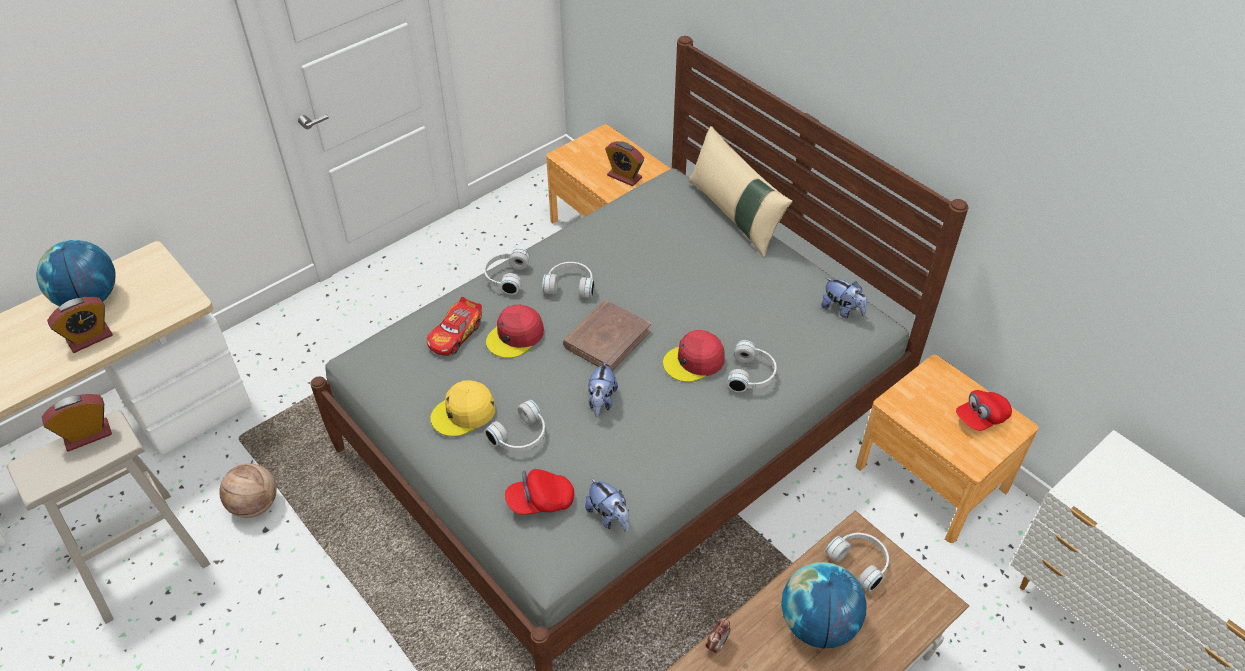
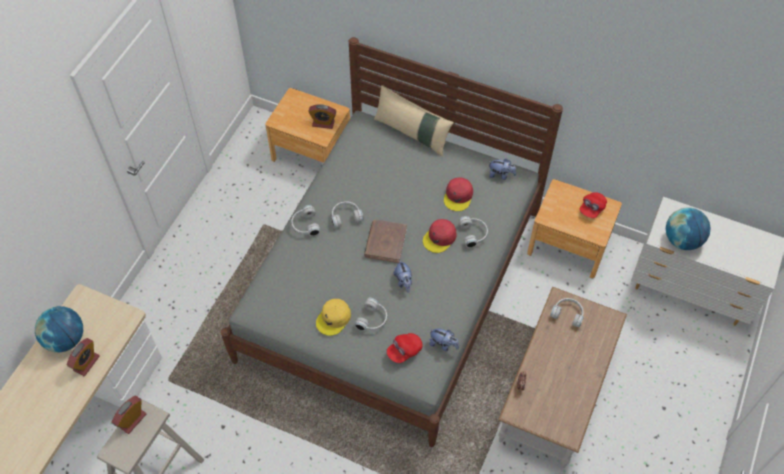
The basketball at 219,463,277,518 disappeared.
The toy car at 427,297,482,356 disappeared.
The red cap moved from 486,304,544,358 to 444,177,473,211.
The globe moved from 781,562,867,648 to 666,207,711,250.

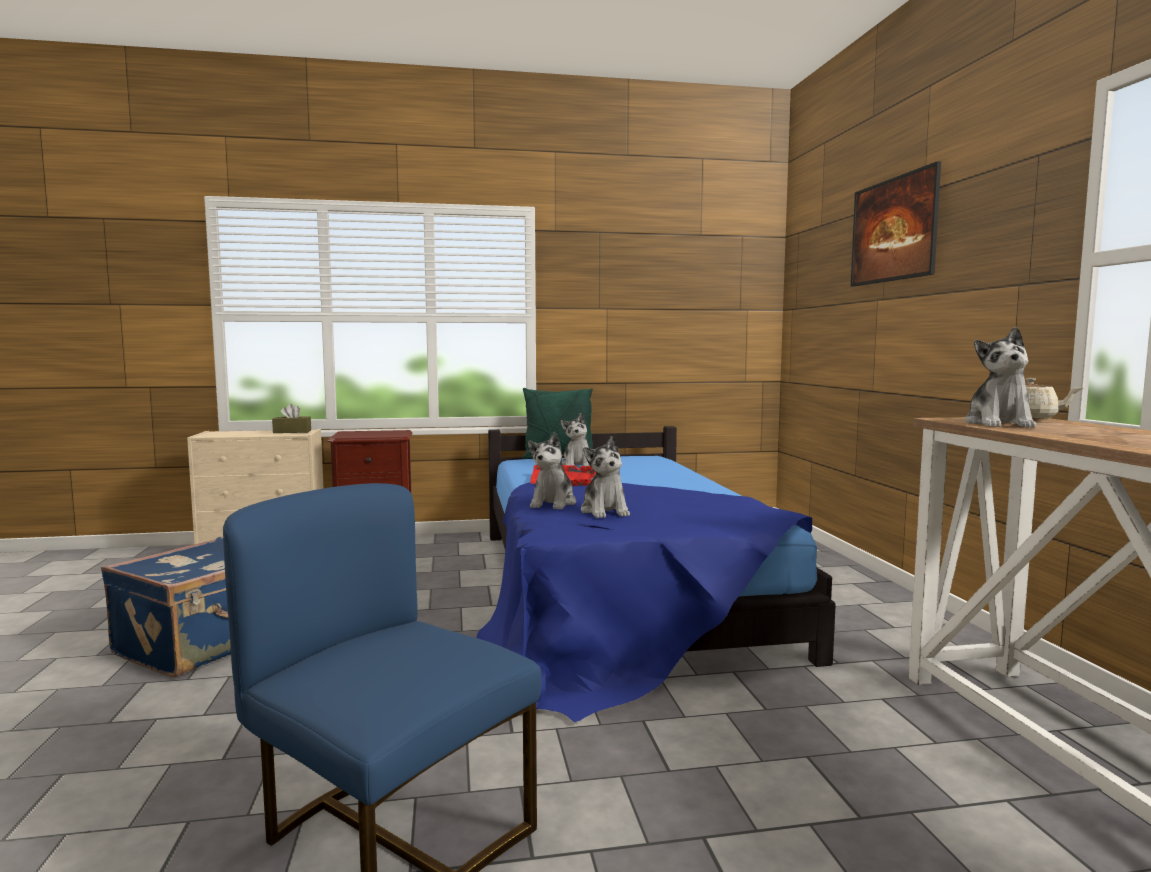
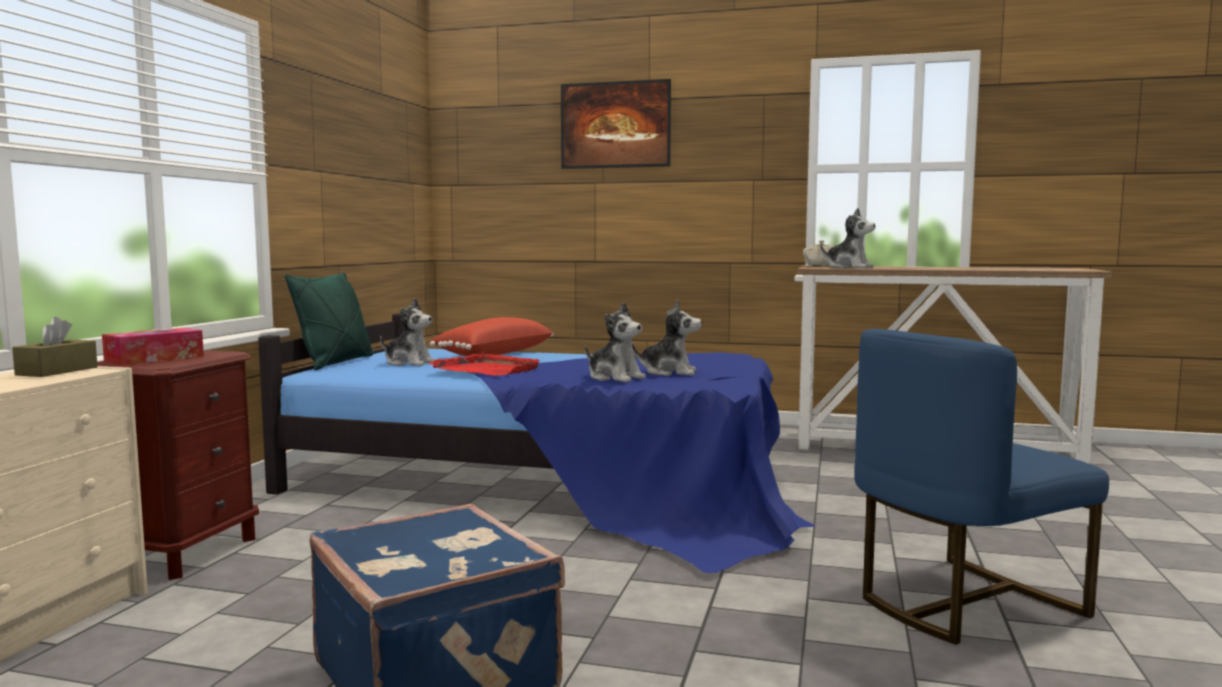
The tissue box at 102,328,204,365 appeared.
The red pillow at 430,317,553,356 appeared.

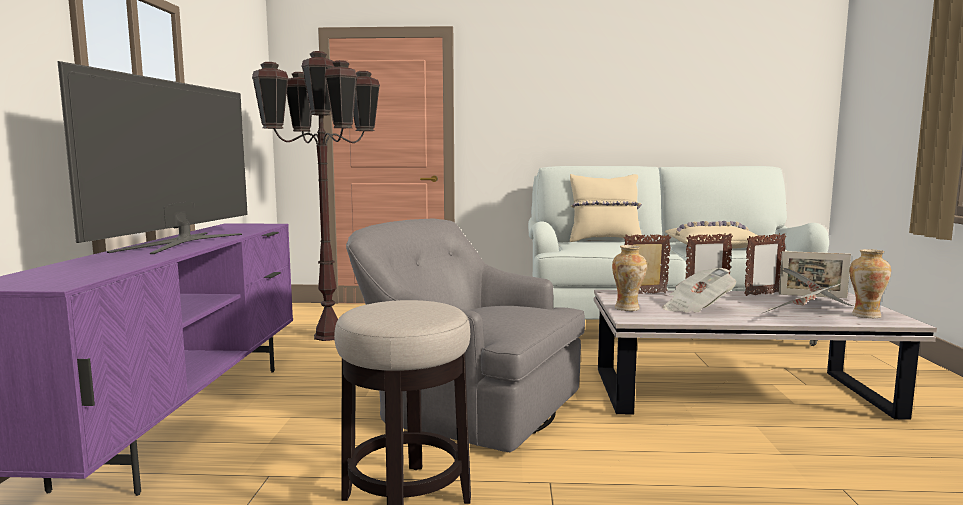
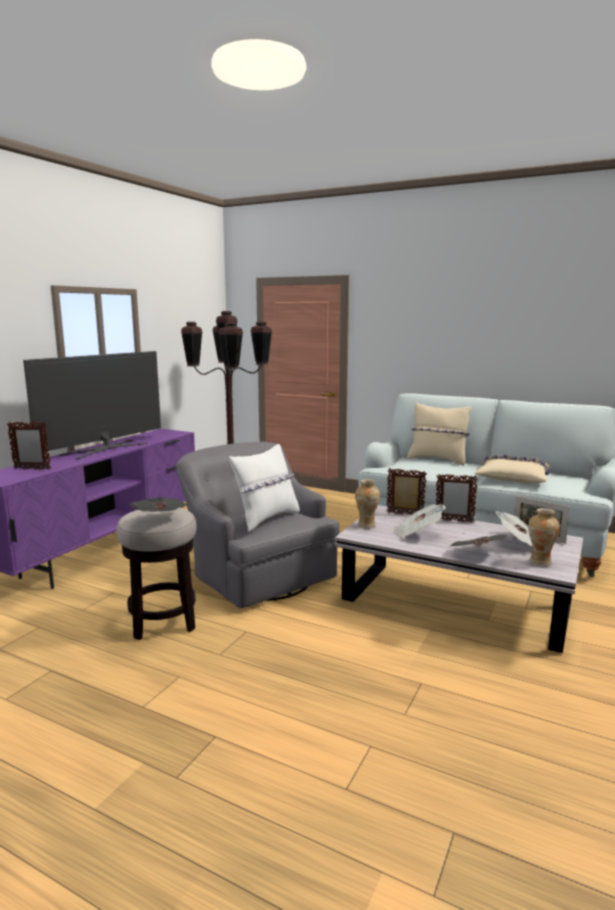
The newspaper at 129,497,187,512 appeared.
The white pillow at 229,444,300,532 appeared.
The picture frame moved from 744,233,786,296 to 7,421,51,470.

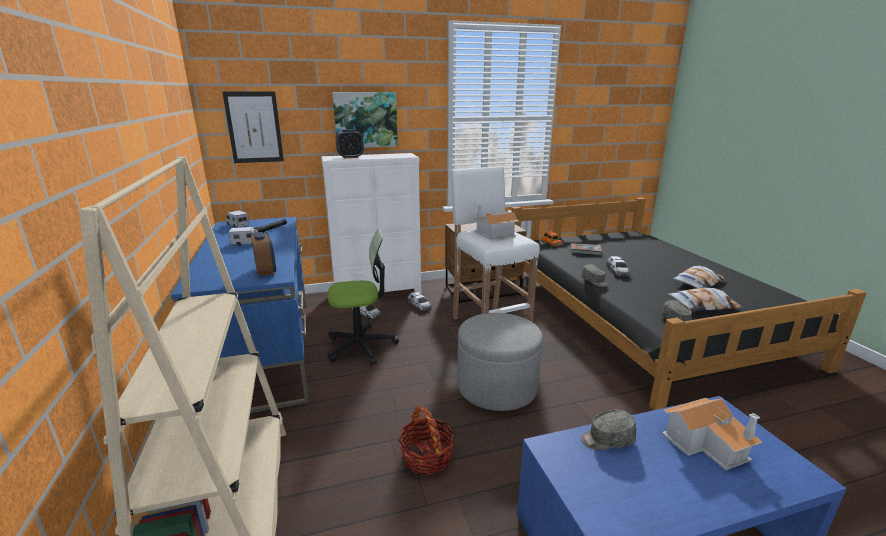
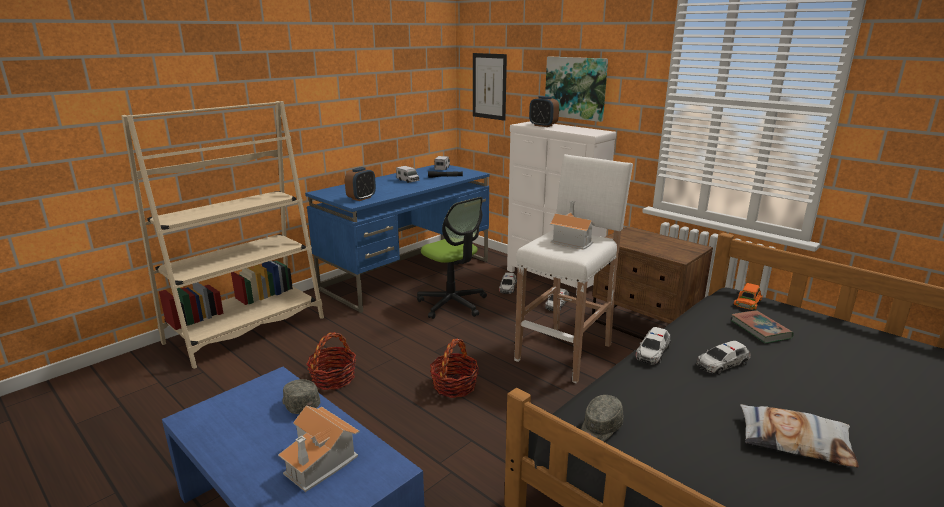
The pillow at 669,288,742,311 disappeared.
The grey ottoman at 457,313,543,411 was replaced by the basket at 430,339,479,398.
The grey cap at 581,264,608,287 was replaced by the toy car at 636,327,671,365.

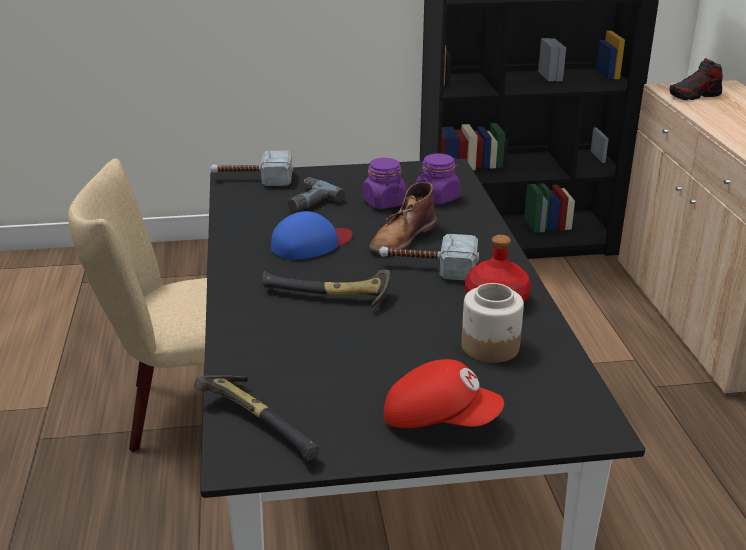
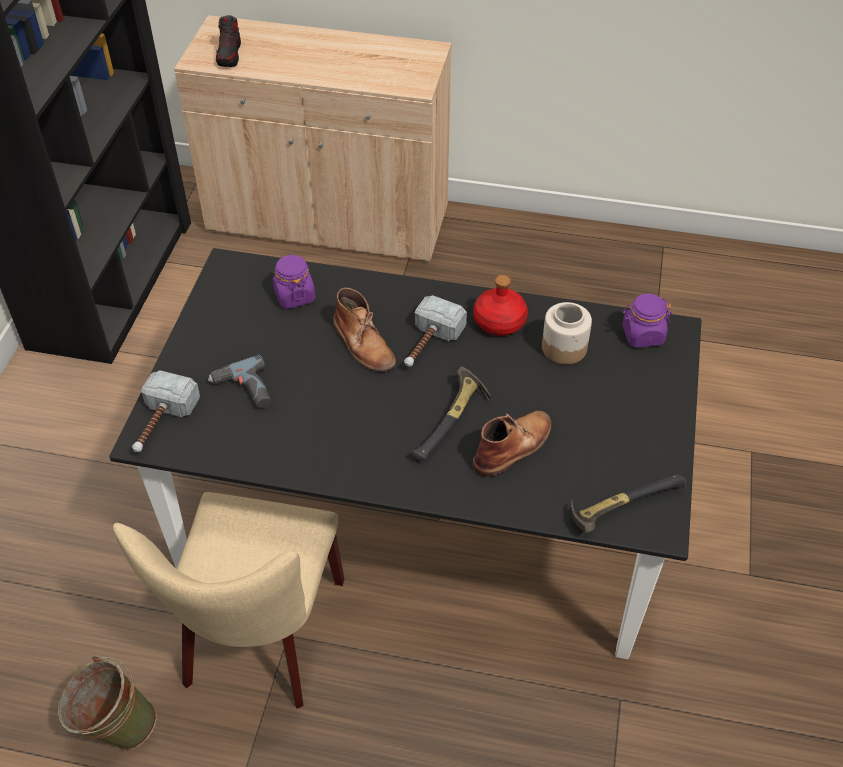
The blue cap at 271,211,353,260 disappeared.
The red cap at 384,359,504,428 disappeared.
The green bucket at 58,656,157,750 appeared.
The brown boot at 472,411,551,477 appeared.
The purple jar moved from 362,158,407,209 to 622,293,672,347.

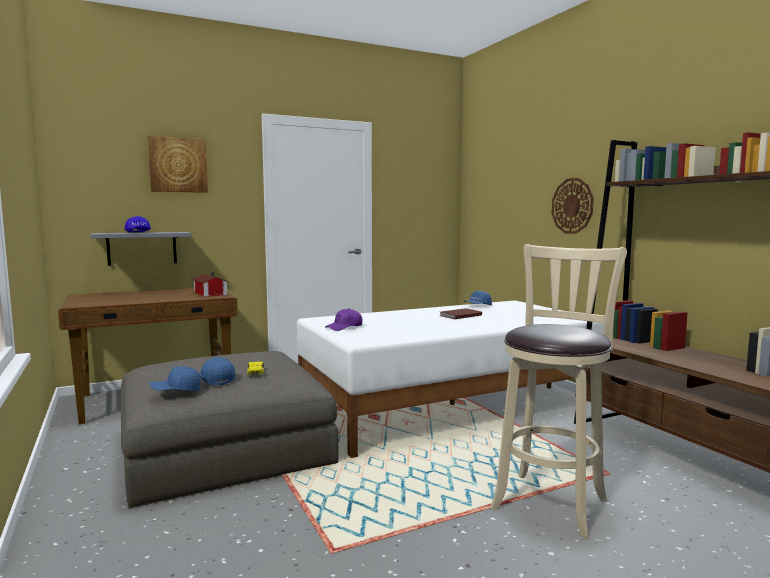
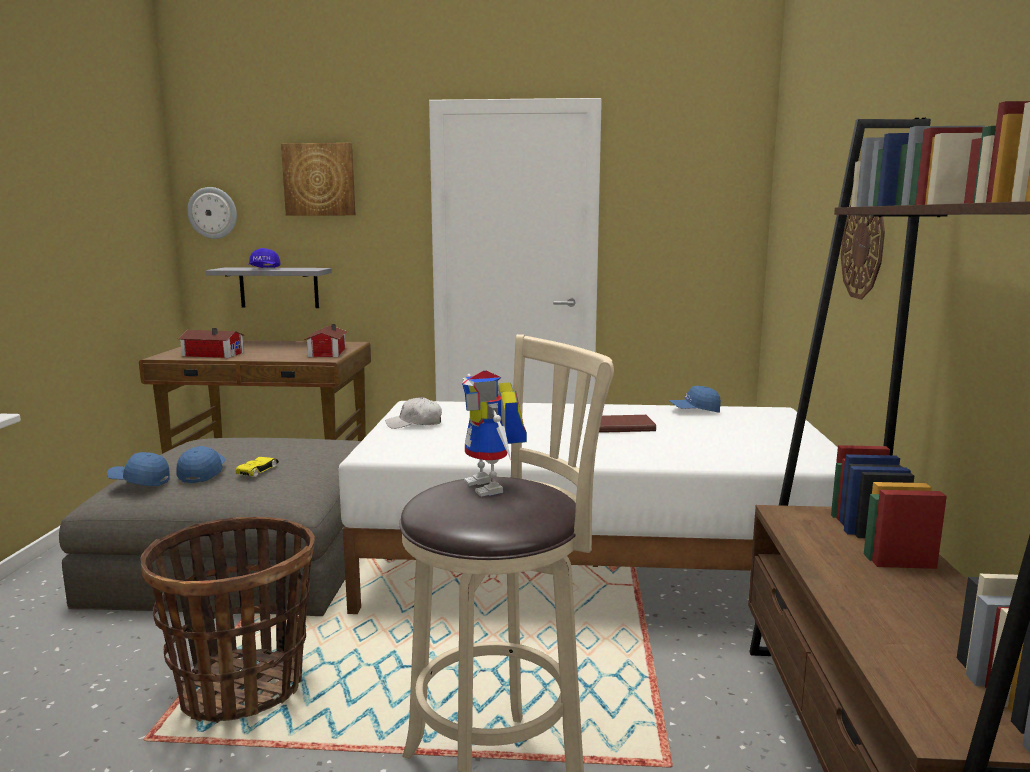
The basket at 140,517,315,723 appeared.
The toy house at 178,328,245,358 appeared.
The wall clock at 187,187,237,239 appeared.
The toy robot at 462,371,527,497 appeared.
The purple cap at 325,308,362,331 became the white cap at 385,397,442,429.

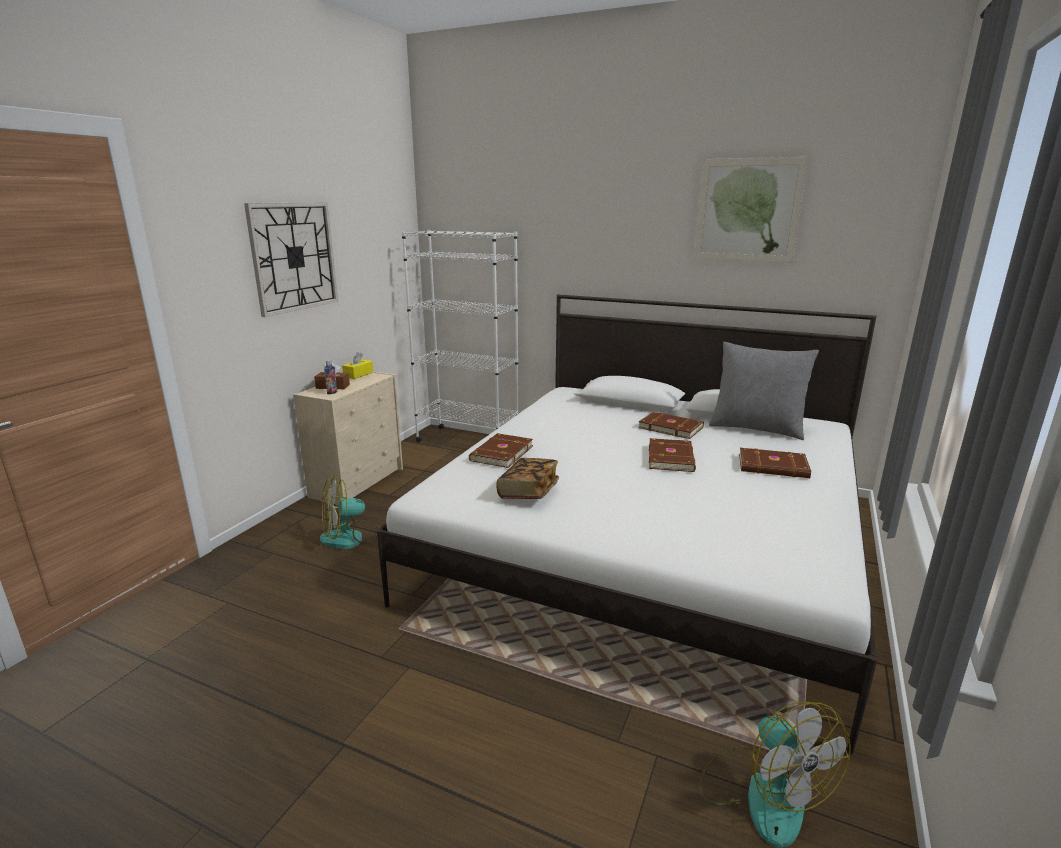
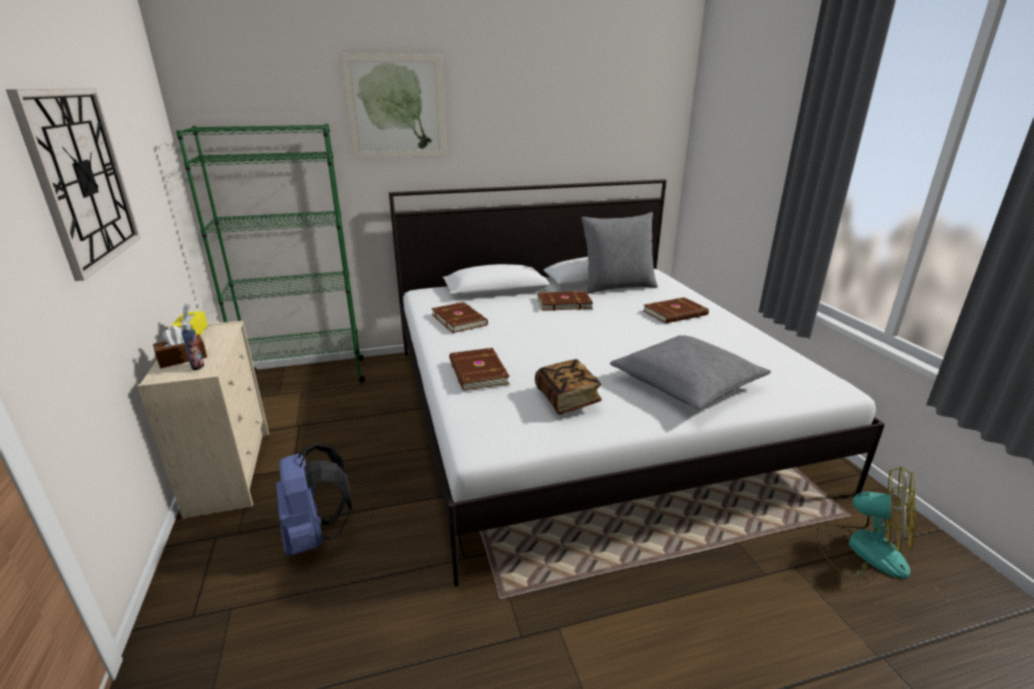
The grey pillow at 610,335,771,409 appeared.
The brown book moved from 649,438,696,472 to 431,302,488,333.
The picture moved from 694,157,808,263 to 341,53,447,159.
The fan at 320,476,380,549 was replaced by the blue backpack at 276,443,352,555.
The white bookcase at 402,230,519,442 became the green bookcase at 176,124,365,383.

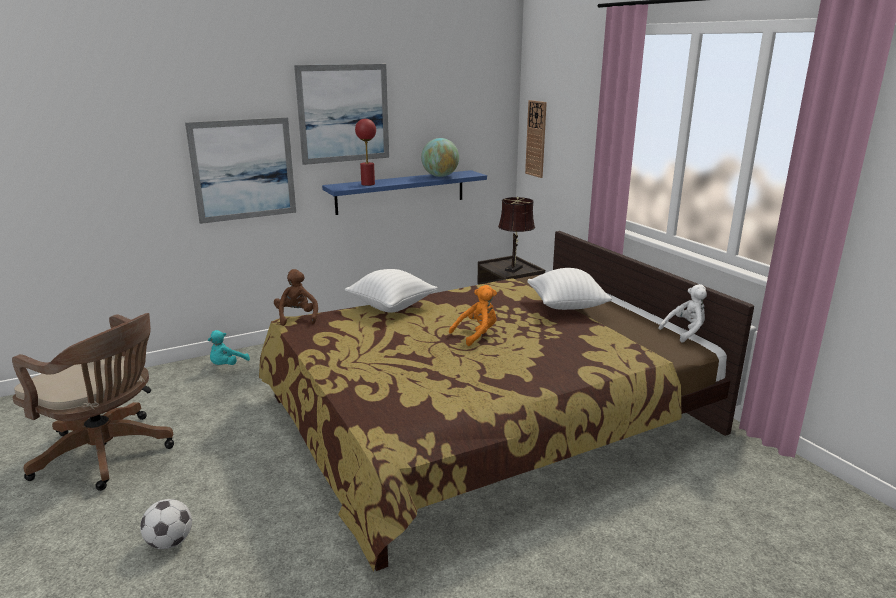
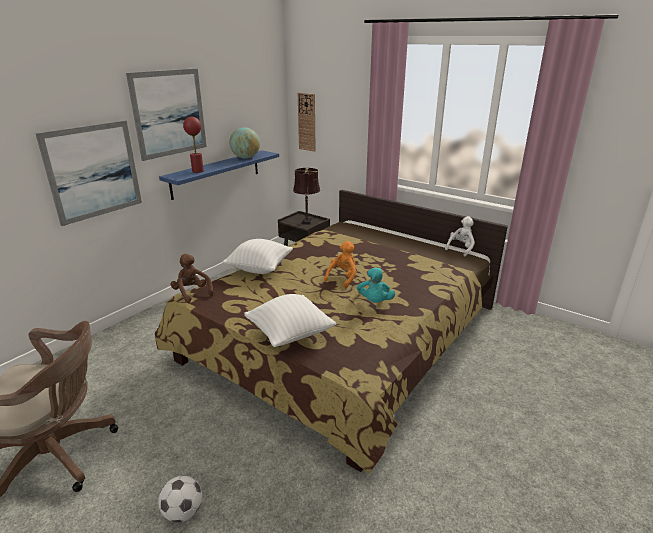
The turquoise plush toy moved from 208,330,250,365 to 357,267,395,303.
The white pillow moved from 527,268,612,310 to 244,294,337,347.

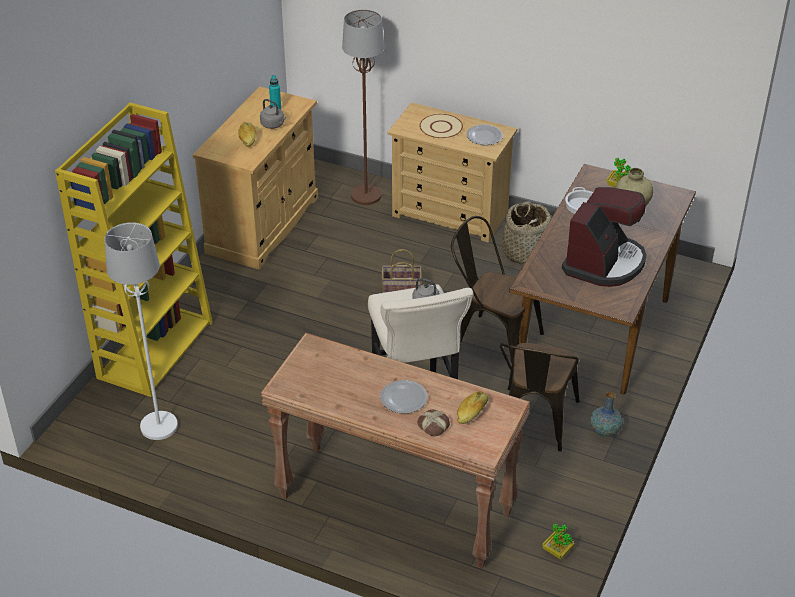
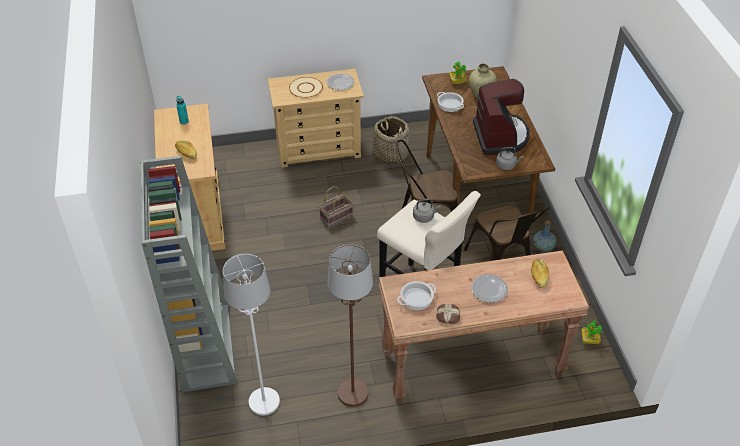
The cooking pot at 397,281,436,310 appeared.
The grey kettle moved from 260,99,286,129 to 496,147,524,170.
The brown floor lamp moved from 342,10,385,205 to 328,245,373,407.
The bread moved from 417,410,450,436 to 436,304,460,324.
The yellow bookcase at 55,102,213,397 became the grey bookcase at 140,156,237,392.

